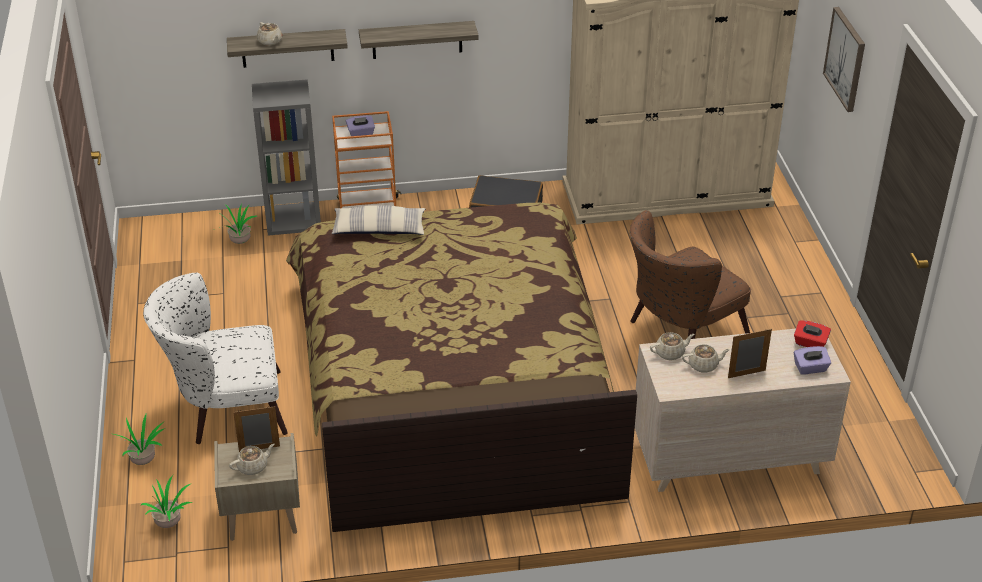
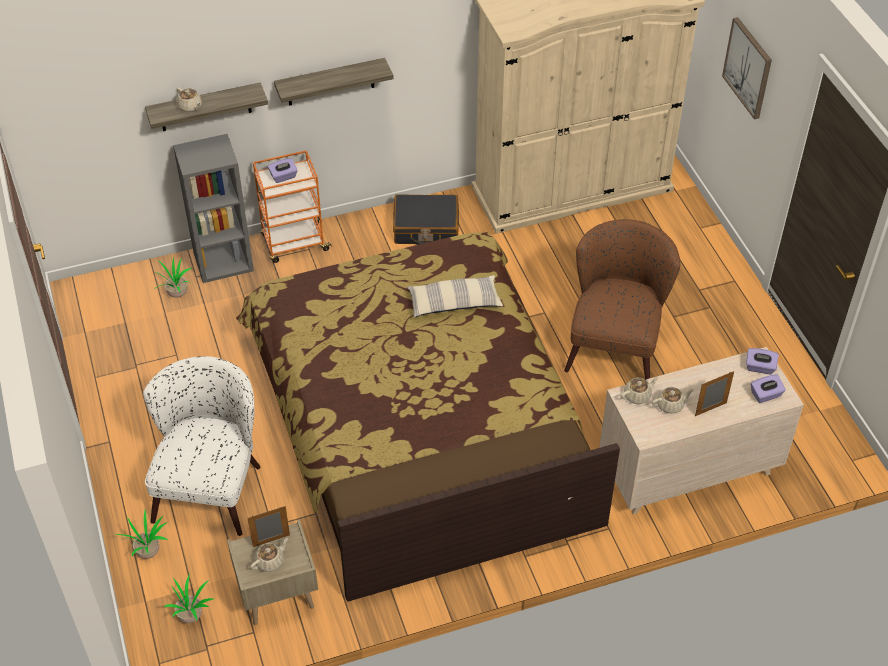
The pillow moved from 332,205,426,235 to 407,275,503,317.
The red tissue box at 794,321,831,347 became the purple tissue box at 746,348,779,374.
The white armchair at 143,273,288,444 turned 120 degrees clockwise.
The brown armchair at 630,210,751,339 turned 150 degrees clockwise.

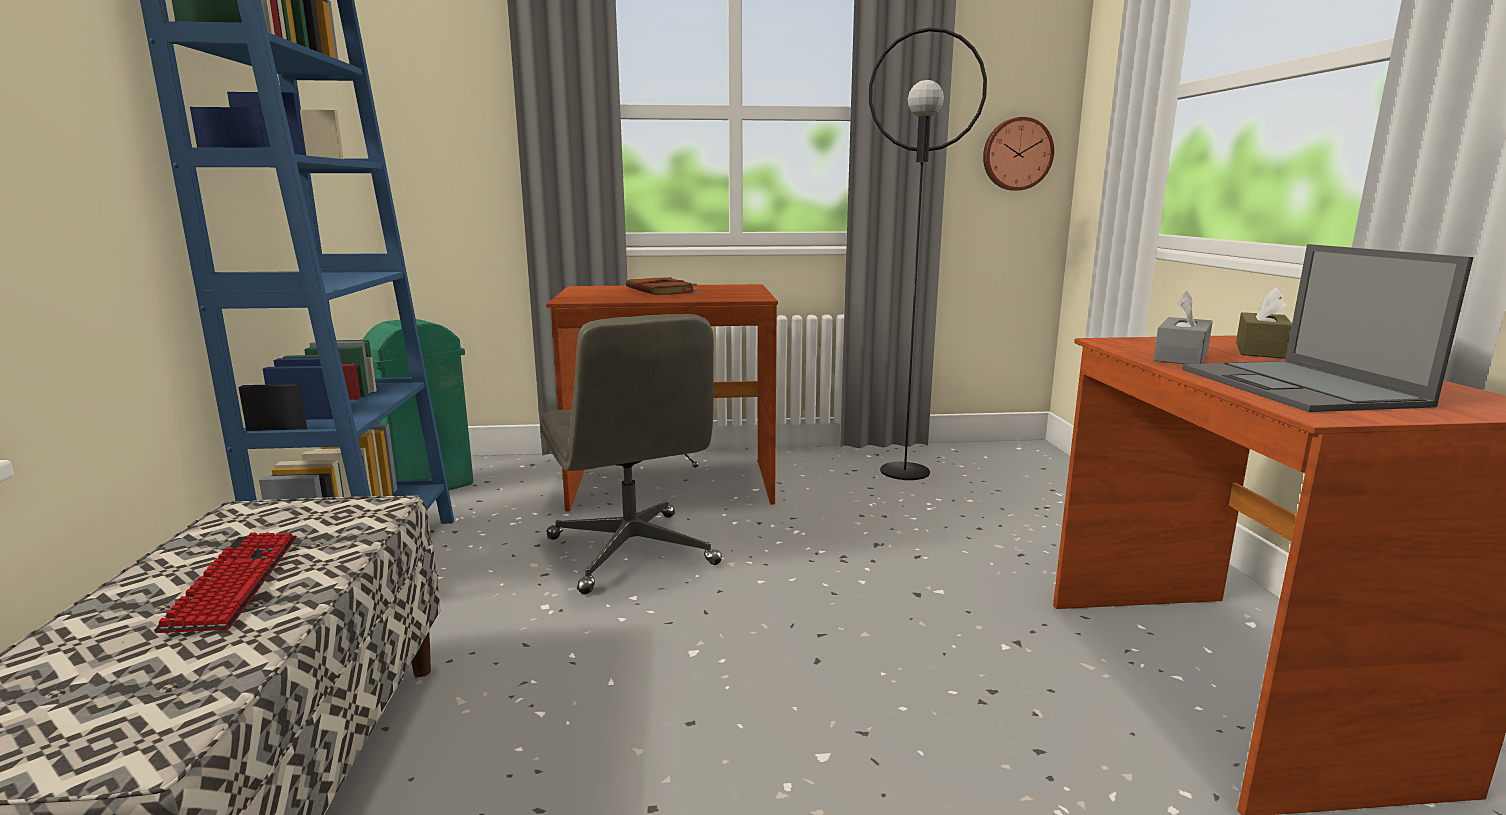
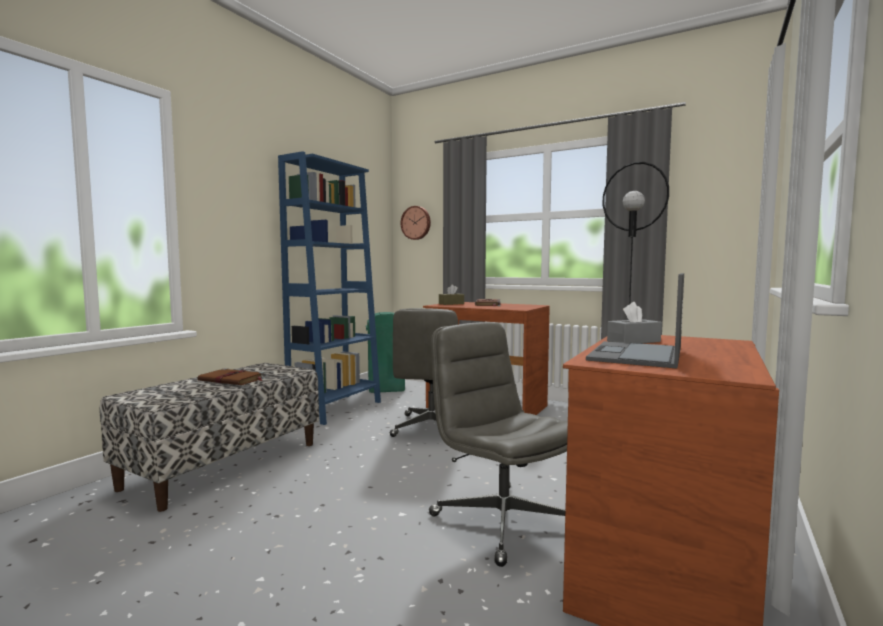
The grey office chair at 429,322,568,567 appeared.
The wall clock moved from 983,117,1054,191 to 401,206,431,240.
The brown tissue box moved from 1236,287,1292,359 to 439,285,464,305.
The keyboard at 154,532,297,633 was replaced by the brown book at 197,368,264,385.

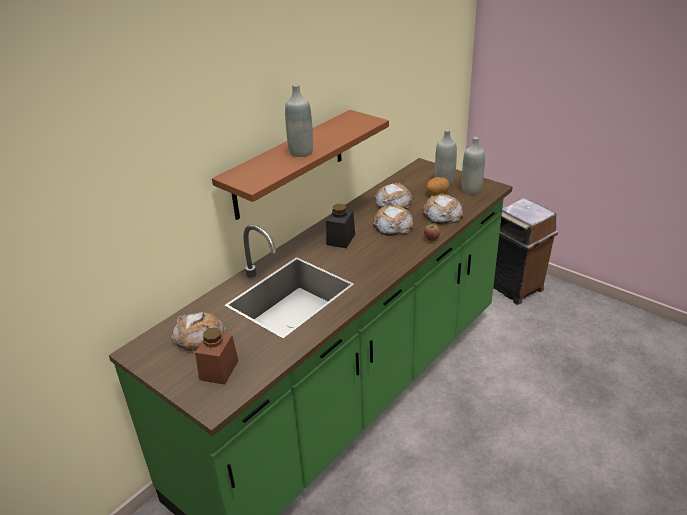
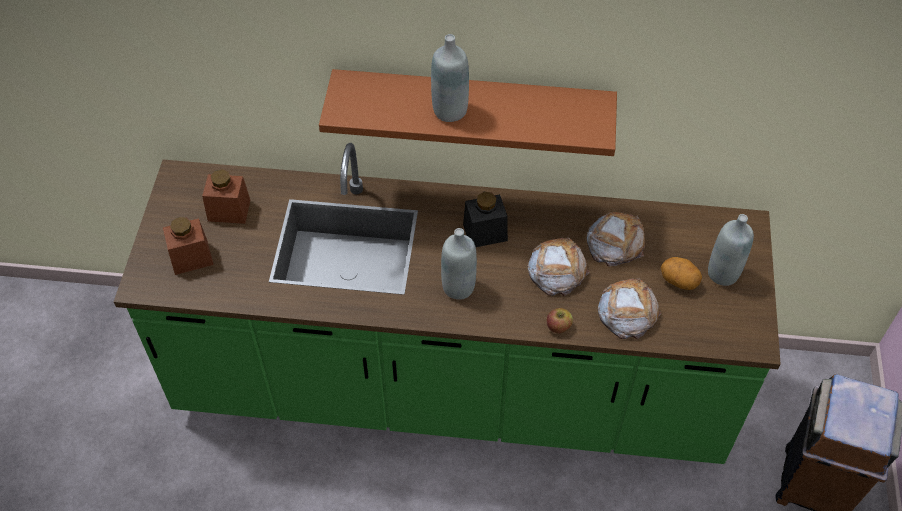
The grey bottle moved from 462,137,485,194 to 441,228,477,300.
The bread at 172,311,227,352 was replaced by the brown jar at 202,169,251,224.

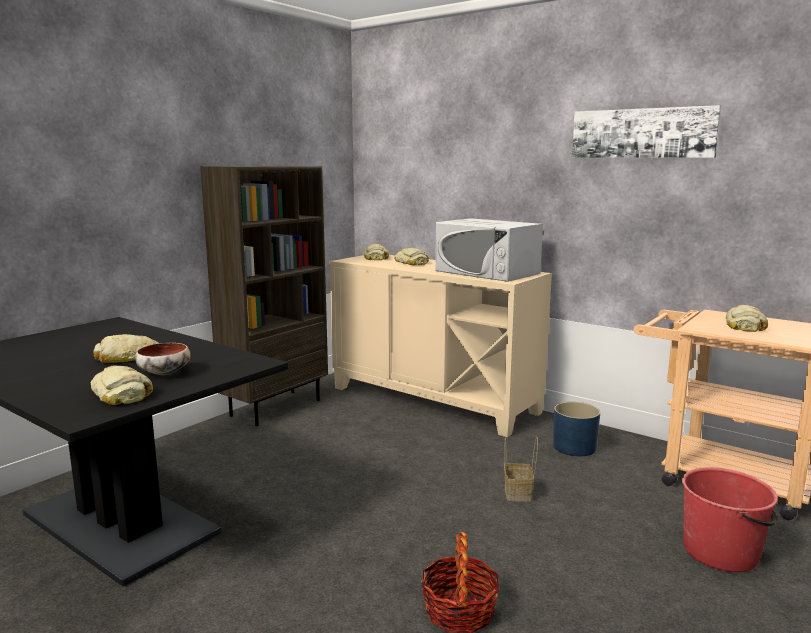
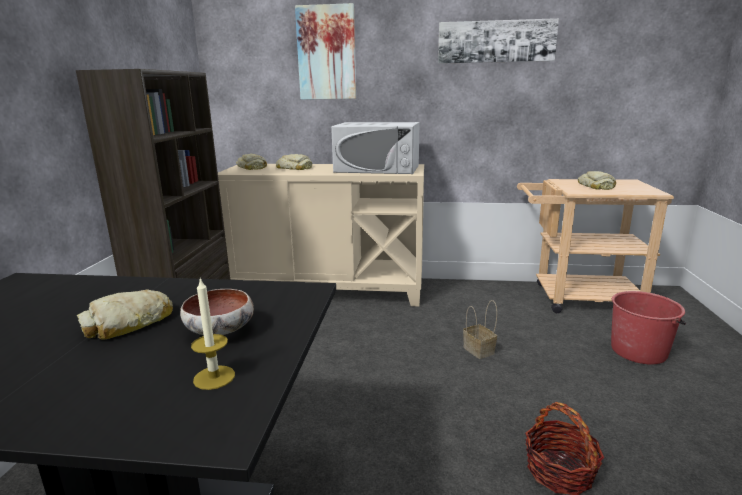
The blue planter at 553,402,600,456 disappeared.
The picture at 295,3,356,100 appeared.
The bread at 91,365,153,405 was replaced by the candle at 191,278,235,390.

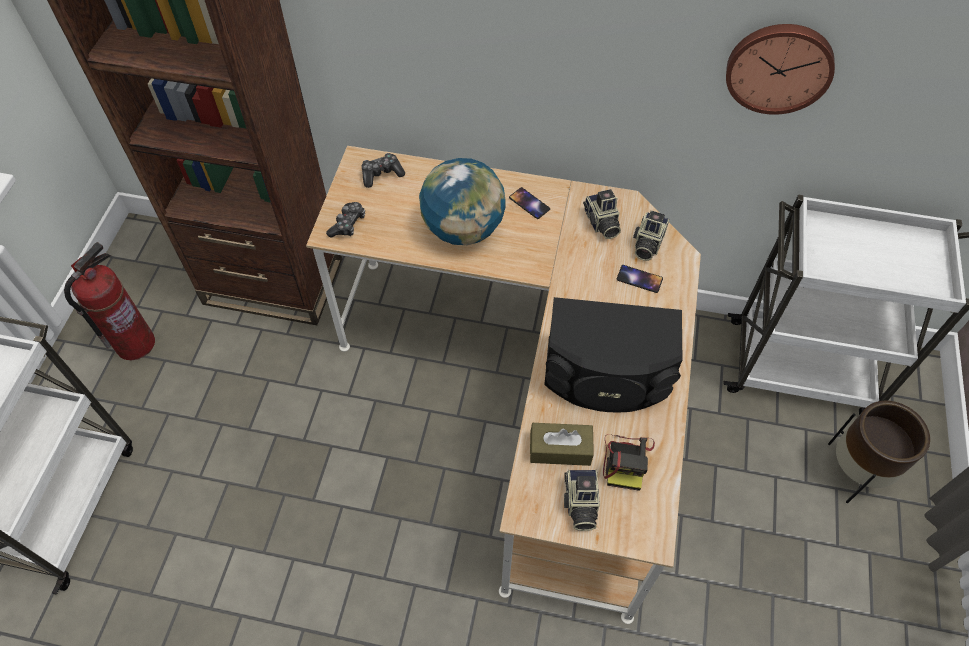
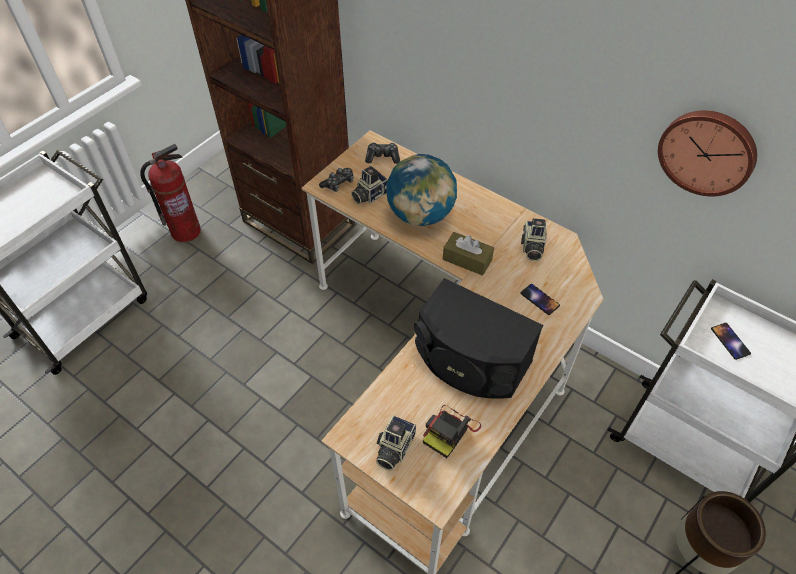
The phone moved from 509,187,550,219 to 711,323,751,360.
The brown tissue box moved from 530,423,594,466 to 443,232,494,276.
The photo camera moved from 633,210,669,261 to 351,166,388,204.

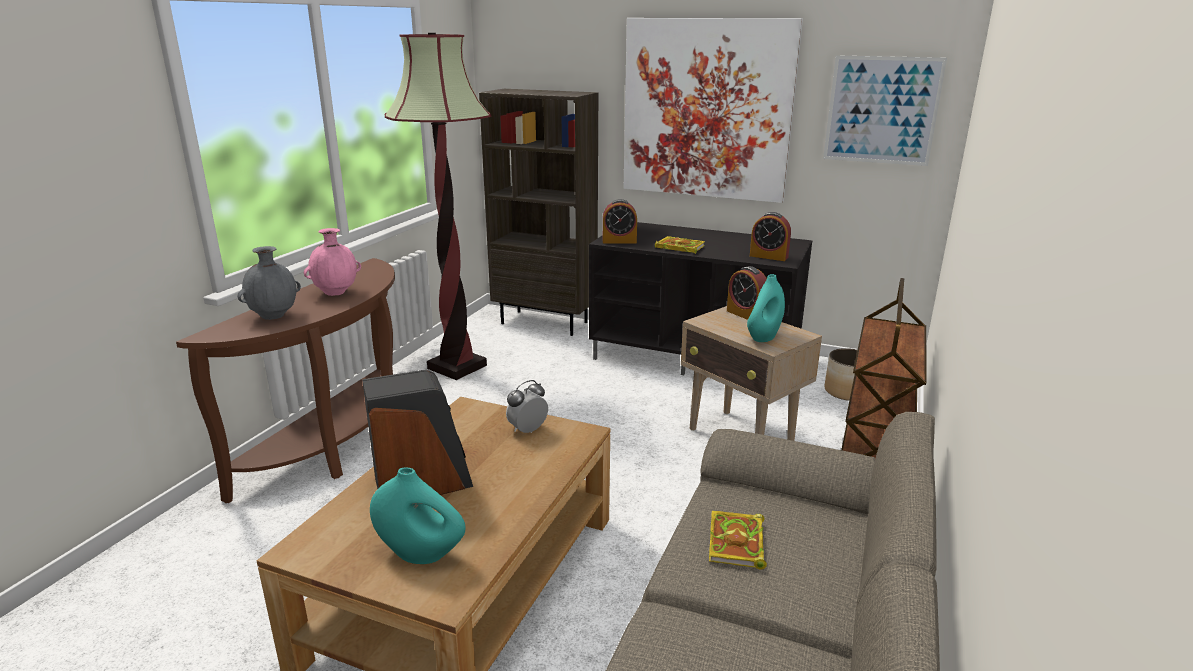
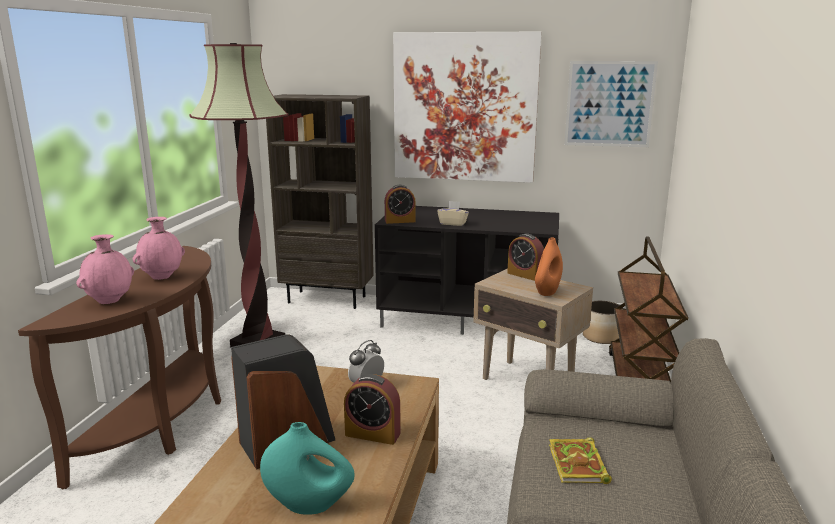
The alarm clock moved from 750,212,791,261 to 344,374,401,445.
The book at 655,236,705,254 was replaced by the beige tissue box at 437,201,469,226.
The grey vase at 237,246,301,320 became the pink vase at 76,234,134,304.
The turquoise vase at 747,274,785,342 became the orange vase at 535,238,563,296.

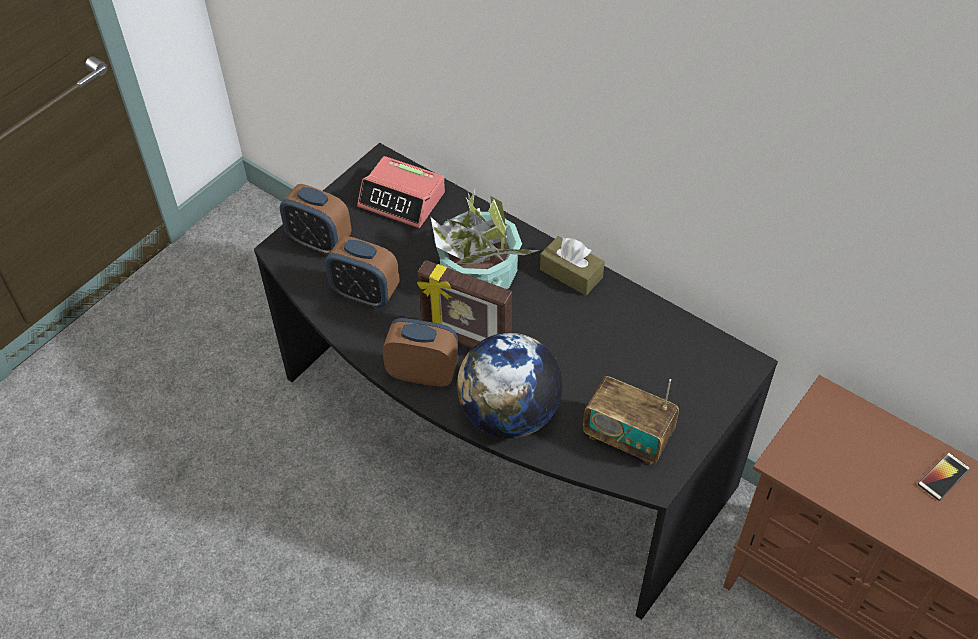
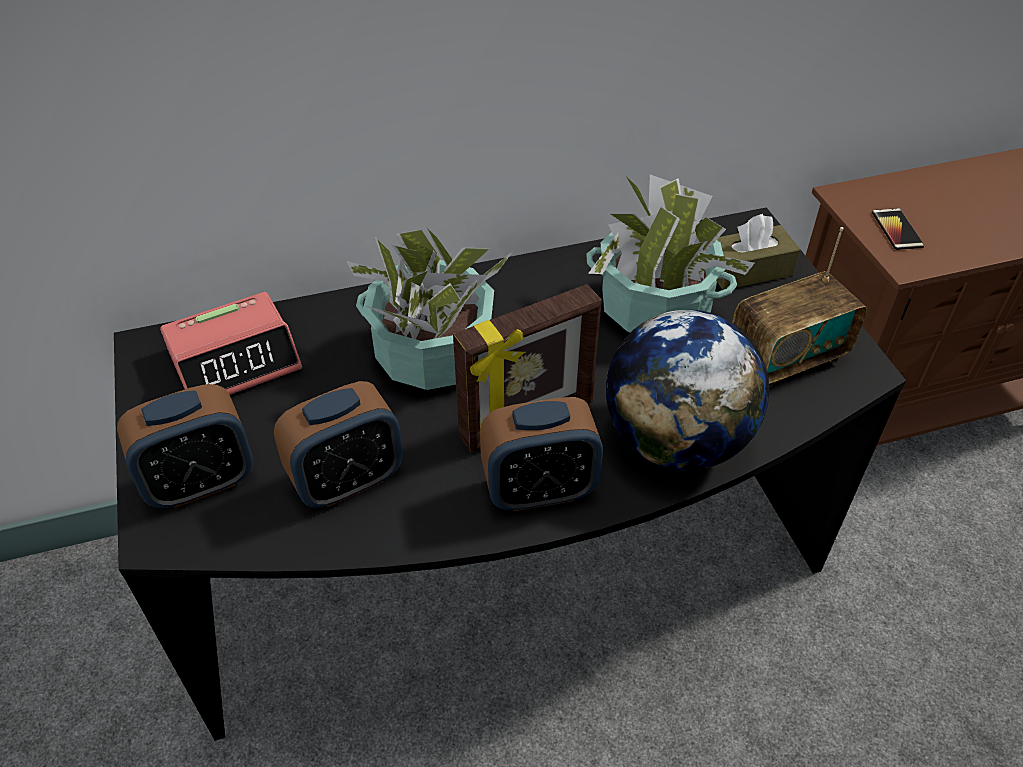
The potted plant at 586,174,755,333 appeared.
The brown tissue box moved from 540,236,605,295 to 716,214,801,290.
The phone moved from 918,453,970,501 to 872,208,924,250.
The alarm clock at 383,318,459,387 turned 150 degrees counterclockwise.

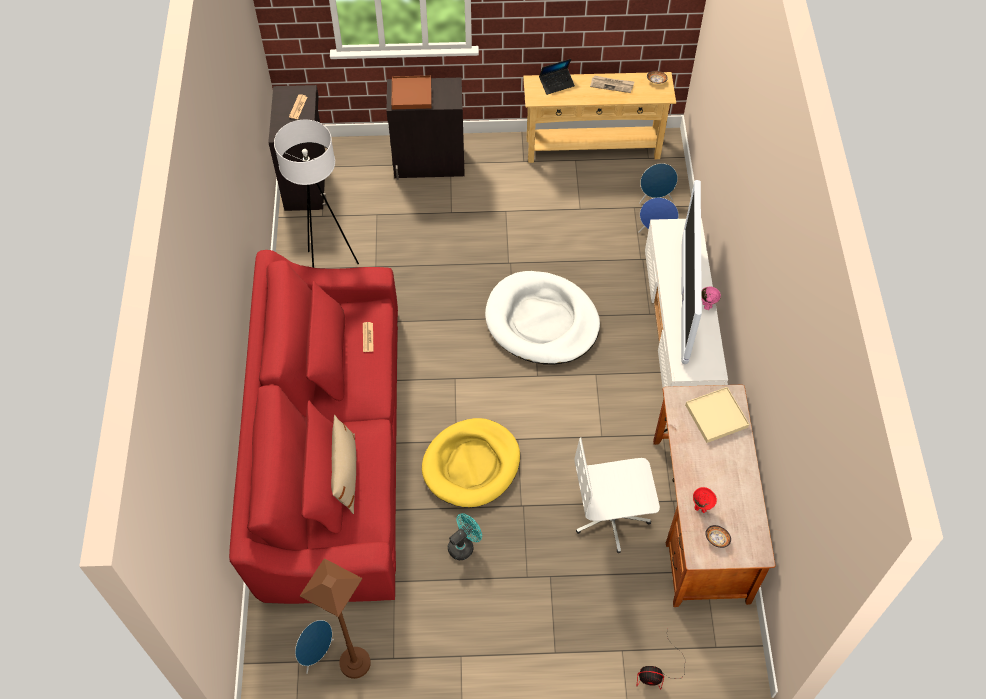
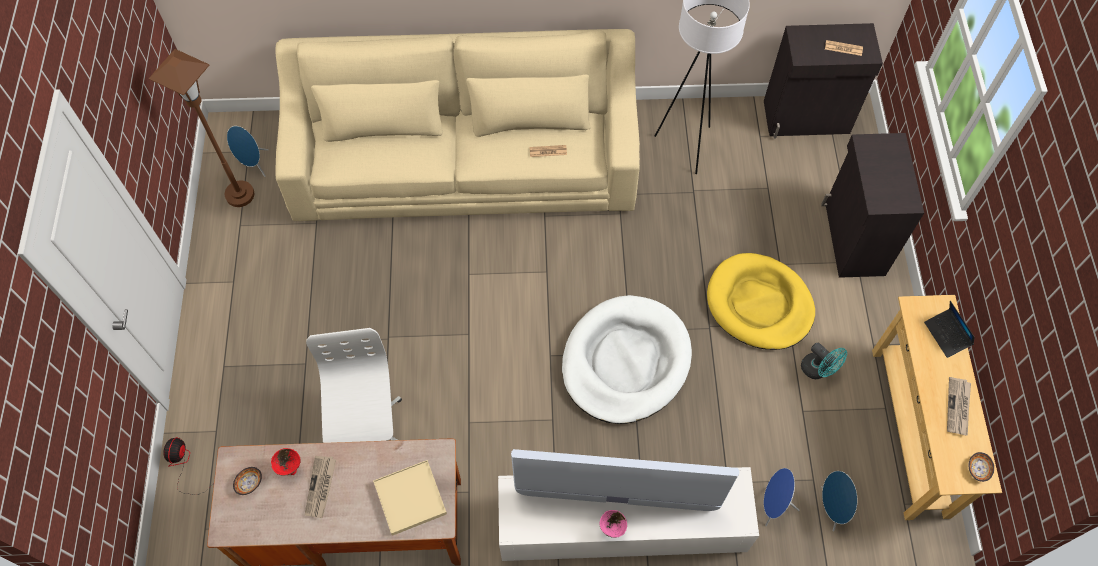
The beige pillow at 331,415,356,514 disappeared.
The brown tray at 392,75,432,109 disappeared.
The newspaper at 305,456,336,518 appeared.
The yellow dog bed moved from 422,418,520,508 to 707,253,815,350.
The turquoise fan moved from 448,513,482,560 to 801,342,847,379.
The red sofa at 229,250,398,604 became the beige sofa at 275,29,640,221.

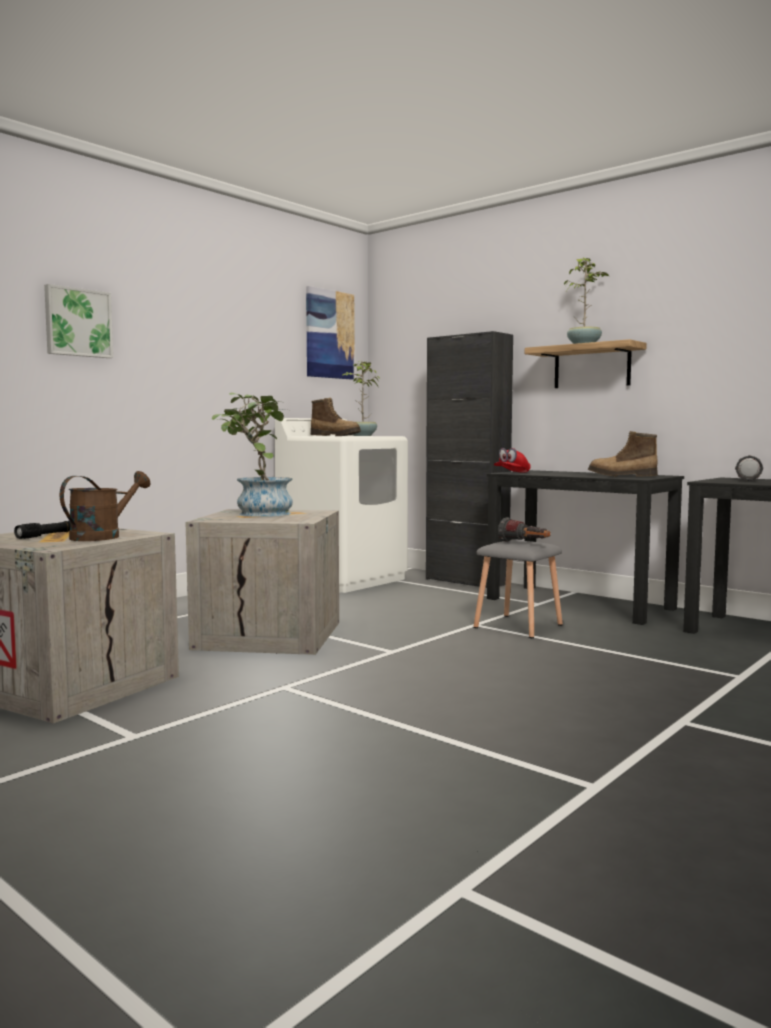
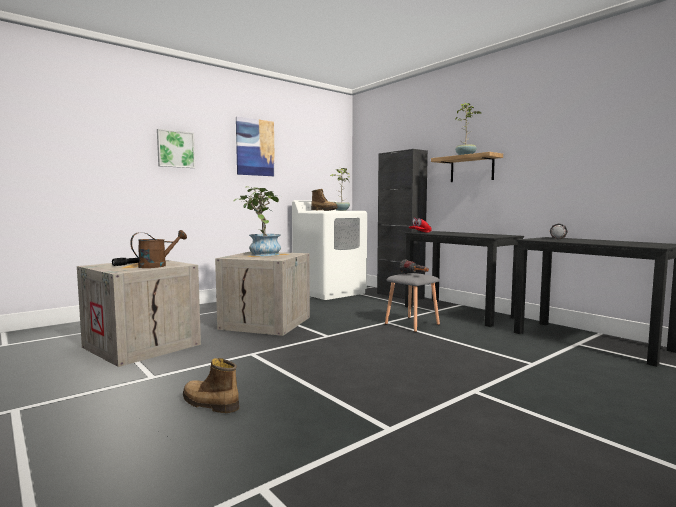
The picture moved from 306,286,355,380 to 236,116,275,176.
The boot moved from 588,431,658,477 to 183,358,239,413.

